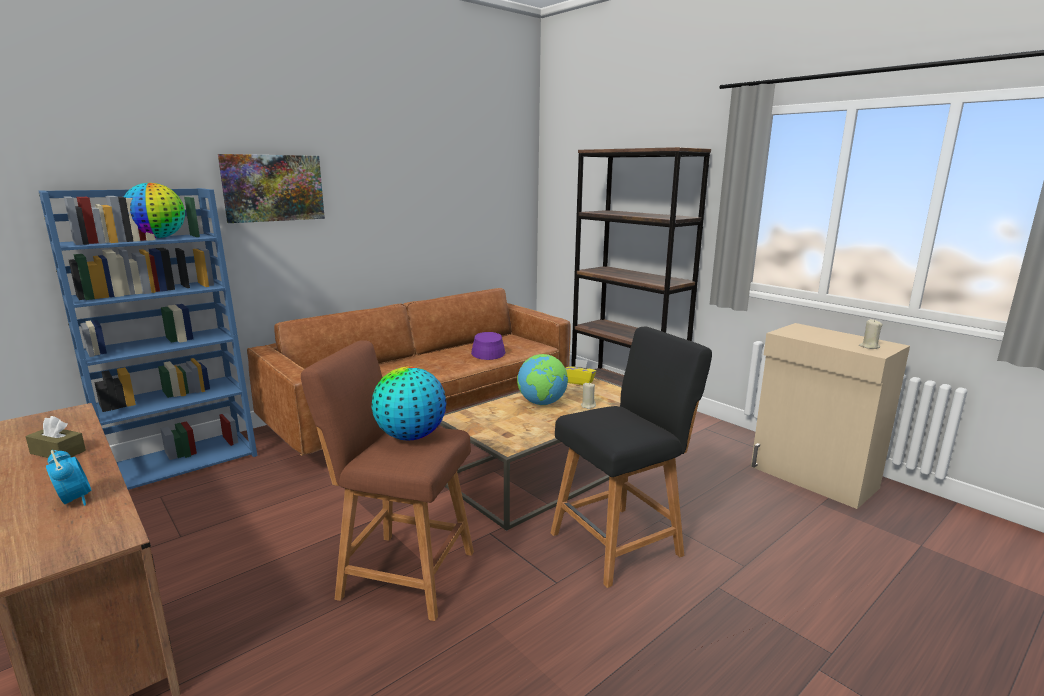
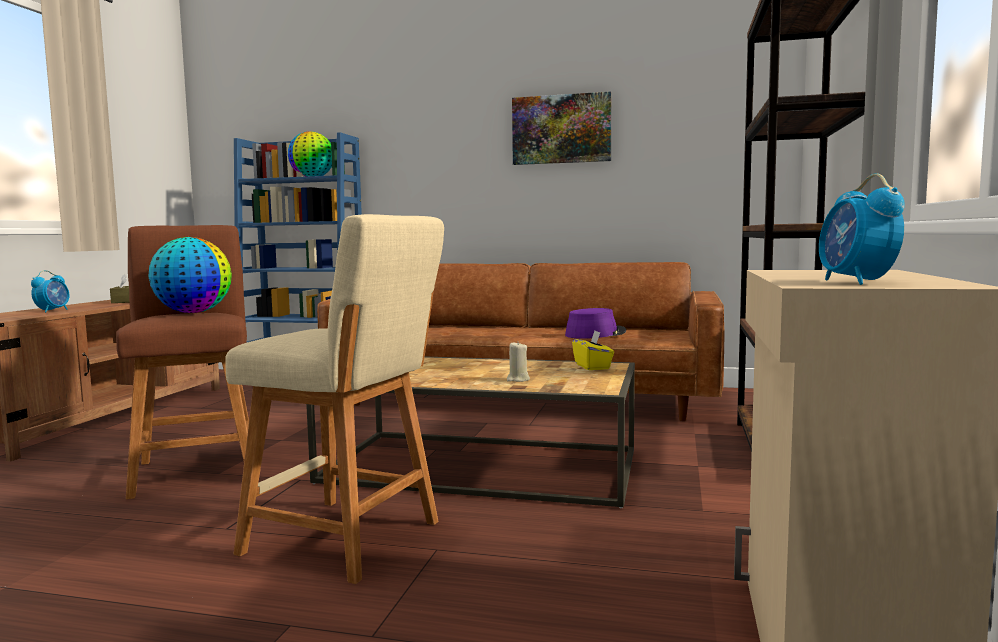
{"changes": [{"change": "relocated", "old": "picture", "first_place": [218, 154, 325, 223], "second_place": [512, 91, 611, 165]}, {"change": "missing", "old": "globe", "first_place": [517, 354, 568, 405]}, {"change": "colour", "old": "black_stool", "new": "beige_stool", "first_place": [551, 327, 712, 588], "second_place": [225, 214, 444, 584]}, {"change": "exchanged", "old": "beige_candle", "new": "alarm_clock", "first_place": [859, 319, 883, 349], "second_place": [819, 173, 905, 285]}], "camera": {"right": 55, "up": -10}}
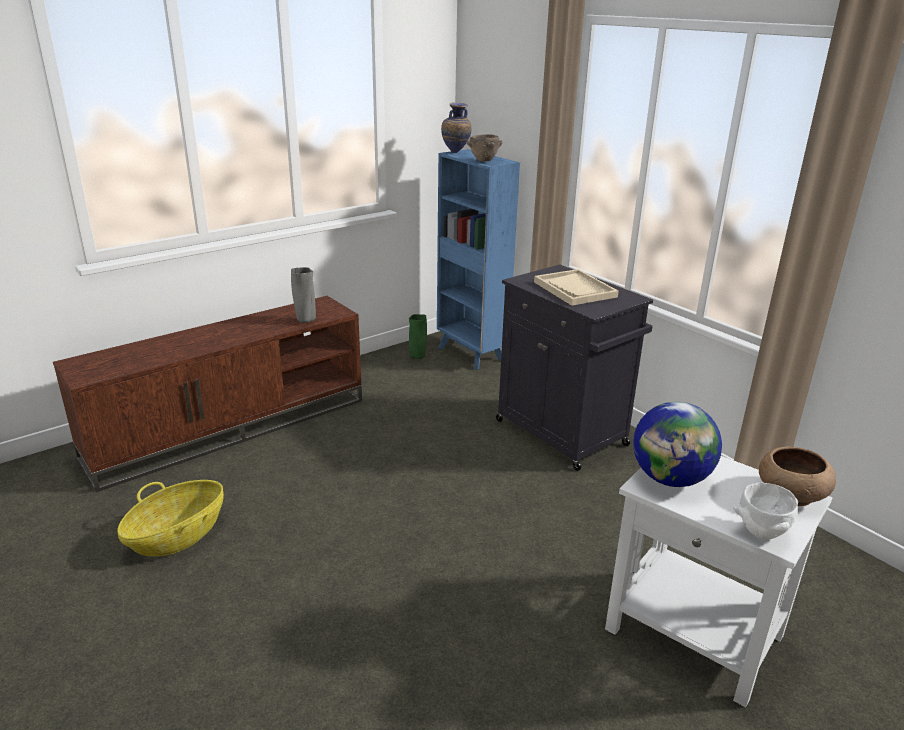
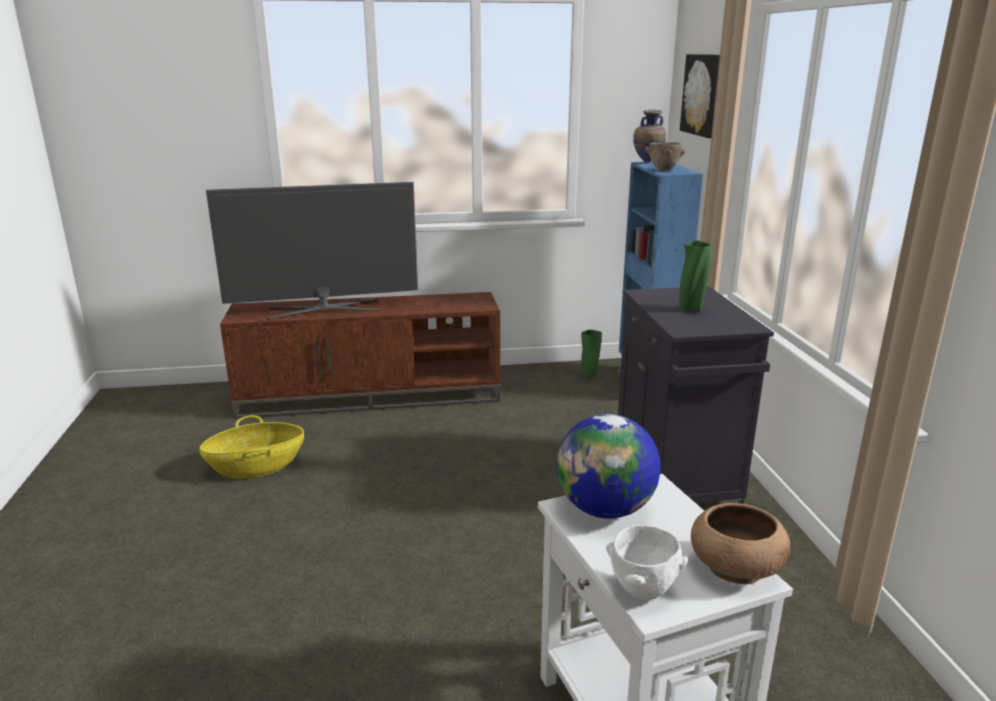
{"changes": [{"change": "missing", "old": "grey_vase", "first_place": [291, 267, 316, 323]}, {"change": "exchanged", "old": "beige_tray", "new": "green_vase", "first_place": [534, 269, 619, 306], "second_place": [679, 241, 712, 312]}, {"change": "appeared", "new": "television", "second_place": [206, 182, 418, 319]}, {"change": "appeared", "new": "picture", "second_place": [680, 54, 720, 138]}], "camera": {"right": 30, "up": -5}}
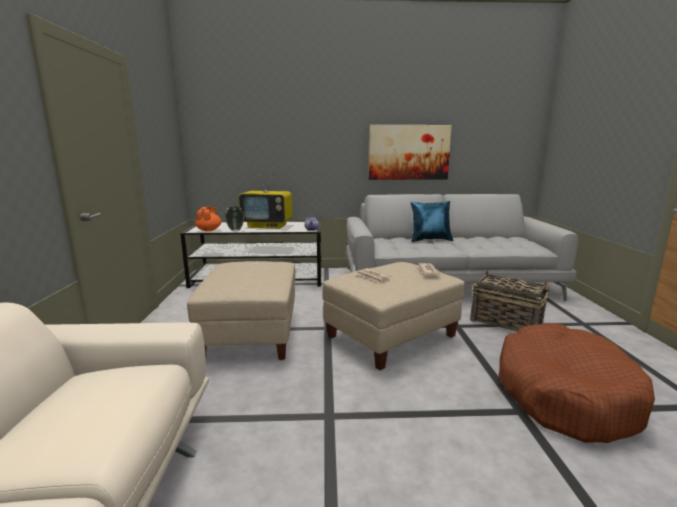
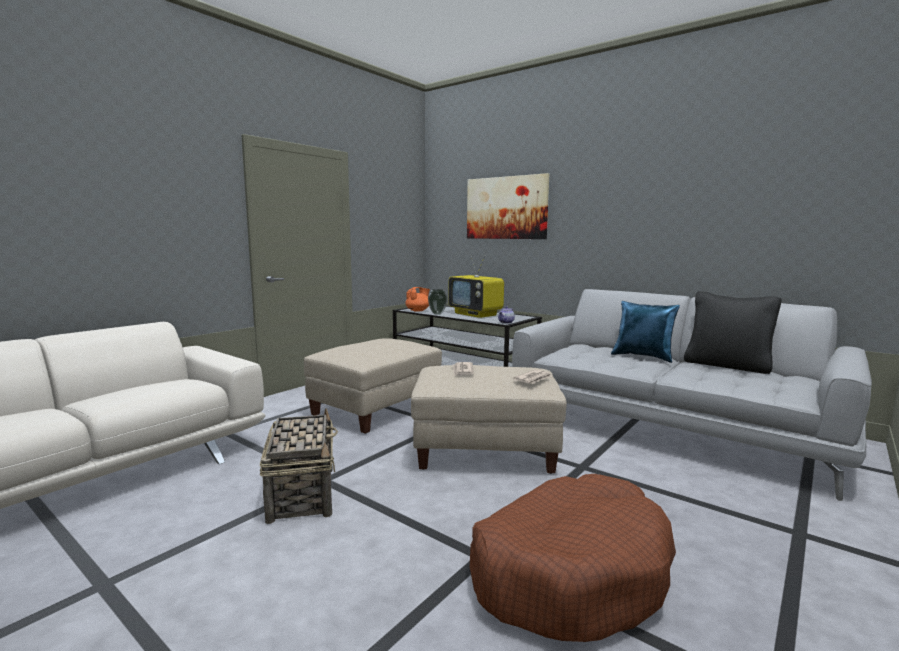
{"changes": [{"change": "relocated", "old": "picture", "first_place": [369, 125, 452, 180], "second_place": [467, 173, 549, 239]}, {"change": "relocated", "old": "basket", "first_place": [470, 270, 550, 331], "second_place": [260, 408, 338, 524]}, {"change": "appeared", "new": "black_pillow", "second_place": [684, 291, 782, 374]}], "camera": {"right": 40, "up": -5}}
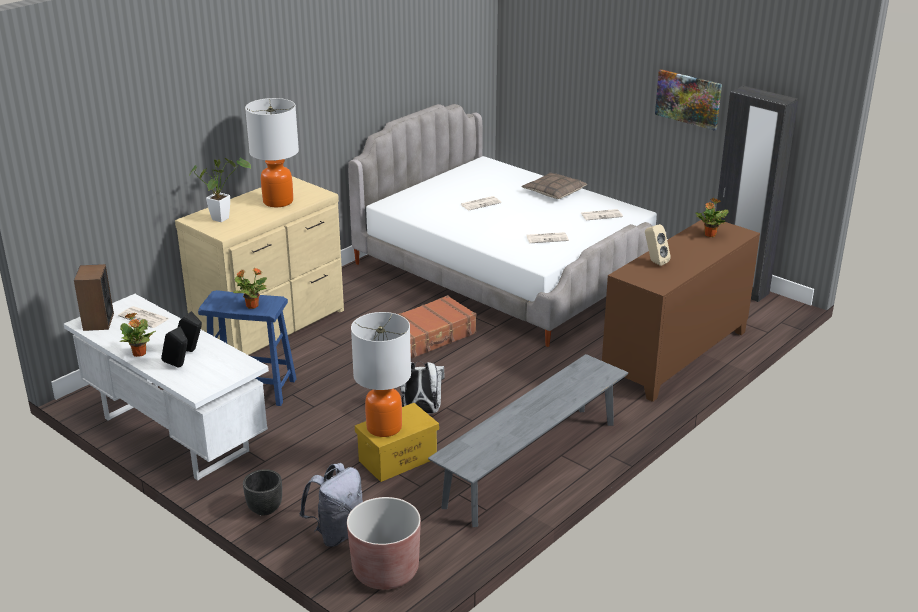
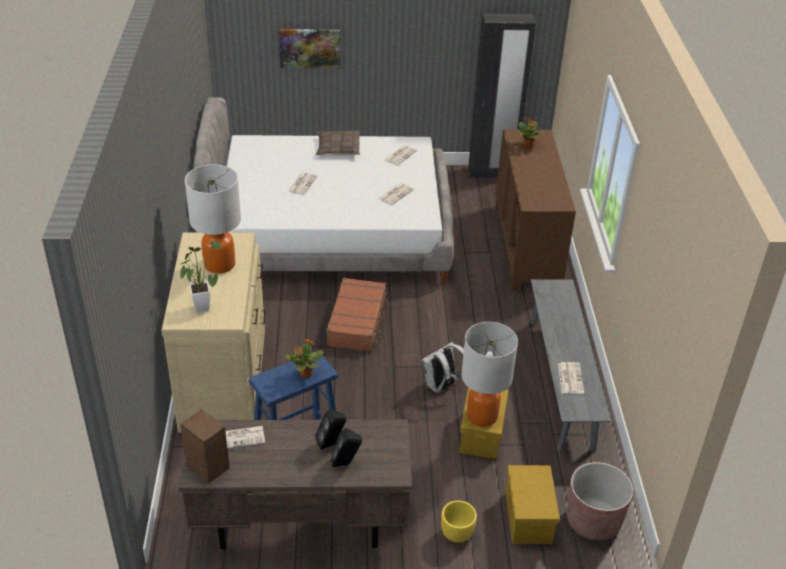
{"changes": [{"change": "colour", "old": "white_desk", "new": "brown_desk", "first_place": [64, 294, 269, 481], "second_place": [178, 419, 412, 549]}, {"change": "missing", "old": "potted_plant", "first_place": [120, 313, 156, 357]}, {"change": "colour", "old": "black_planter", "new": "yellow_planter", "first_place": [243, 469, 282, 516], "second_place": [441, 500, 477, 543]}, {"change": "exchanged", "old": "grey_backpack", "new": "yellow_storage_box", "first_place": [299, 463, 363, 547], "second_place": [506, 465, 560, 544]}, {"change": "missing", "old": "beige_speaker", "first_place": [645, 224, 671, 266]}, {"change": "relocated", "old": "picture", "first_place": [655, 69, 722, 131], "second_place": [279, 29, 341, 69]}, {"change": "appeared", "new": "newspaper", "second_place": [558, 362, 584, 394]}], "camera": {"right": -45, "up": 10}}
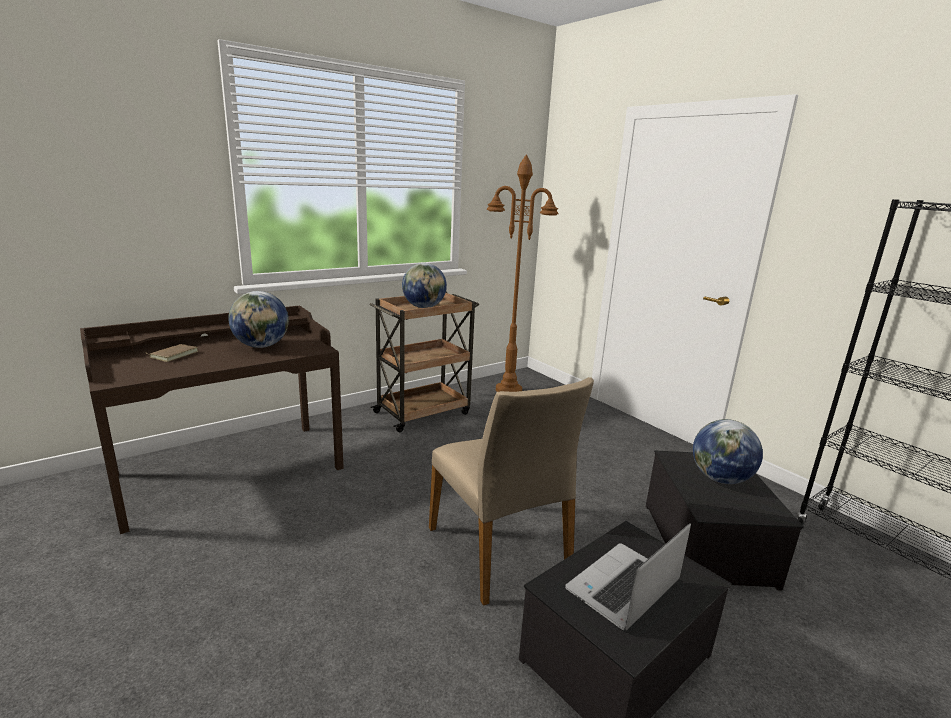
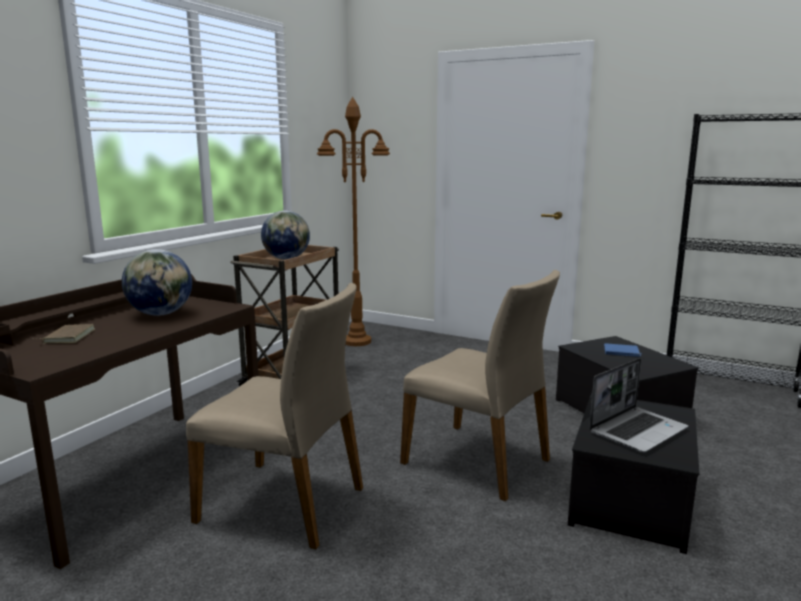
{"changes": [{"change": "spun", "old": "laptop", "first_place": [565, 523, 691, 631], "second_place": [589, 358, 688, 452], "degrees": -150}, {"change": "exchanged", "old": "globe", "new": "blue_book", "first_place": [693, 419, 763, 484], "second_place": [604, 343, 641, 357]}, {"change": "appeared", "new": "beige_chair", "second_place": [186, 283, 363, 549]}], "camera": {"right": -25, "up": -5}}
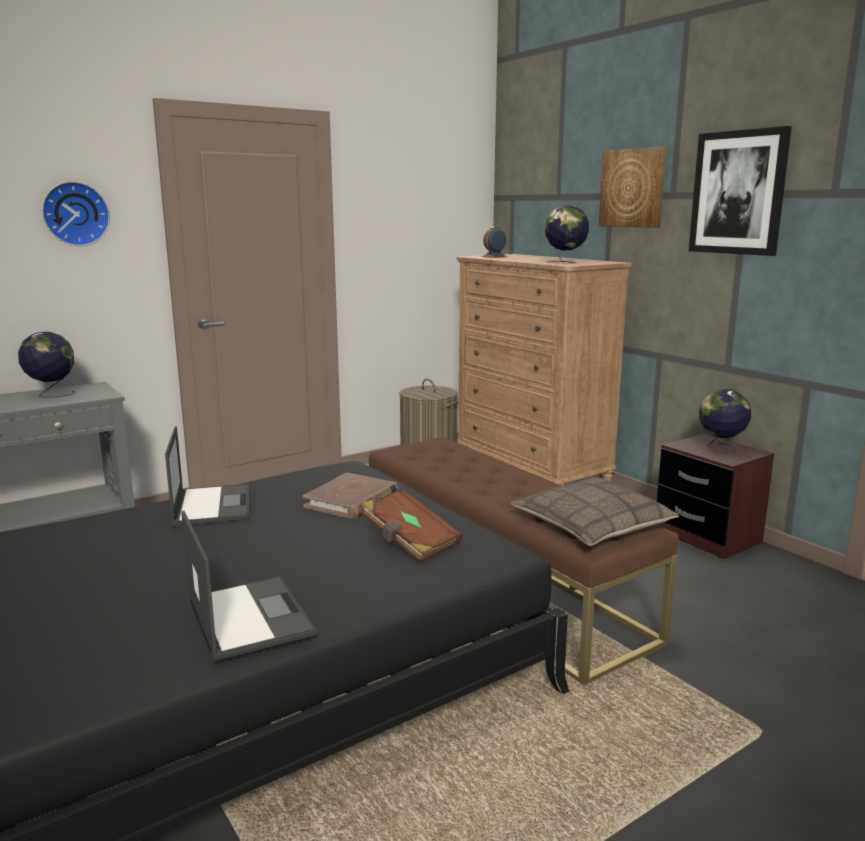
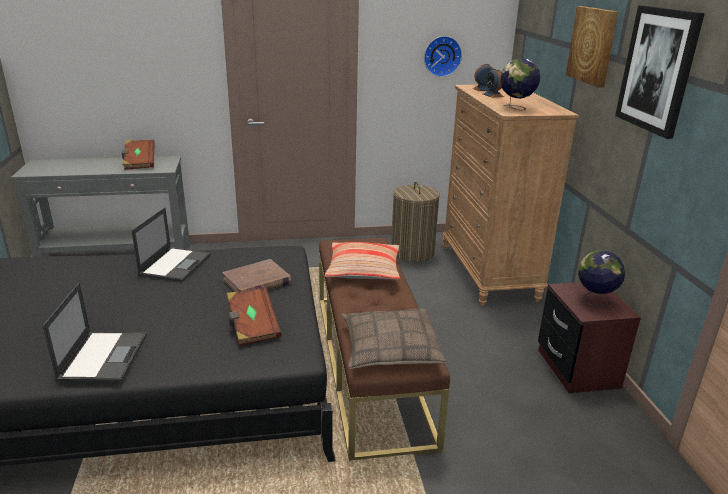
{"changes": [{"change": "exchanged", "old": "globe", "new": "brown_book", "first_place": [18, 332, 75, 398], "second_place": [122, 140, 155, 170]}, {"change": "relocated", "old": "wall_clock", "first_place": [42, 181, 110, 246], "second_place": [424, 36, 462, 77]}, {"change": "appeared", "new": "pillow", "second_place": [325, 242, 400, 280]}, {"change": "appeared", "new": "alarm_clock", "second_place": [482, 68, 504, 98]}], "camera": {"right": 25, "up": 10}}
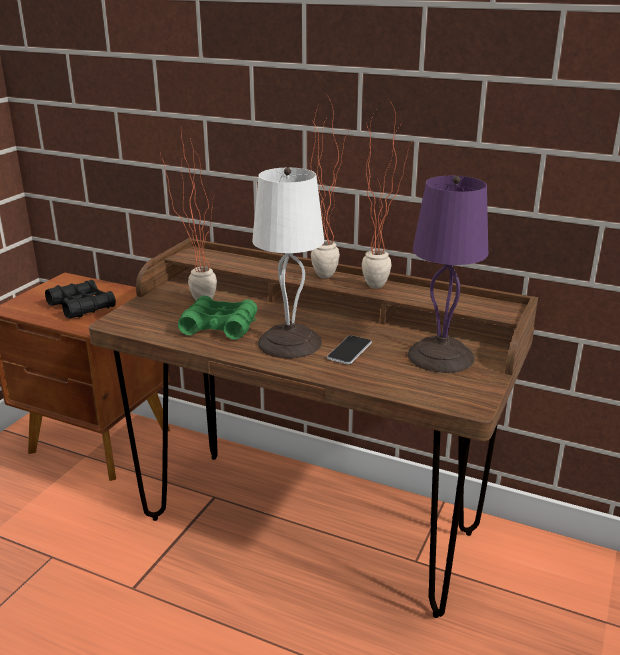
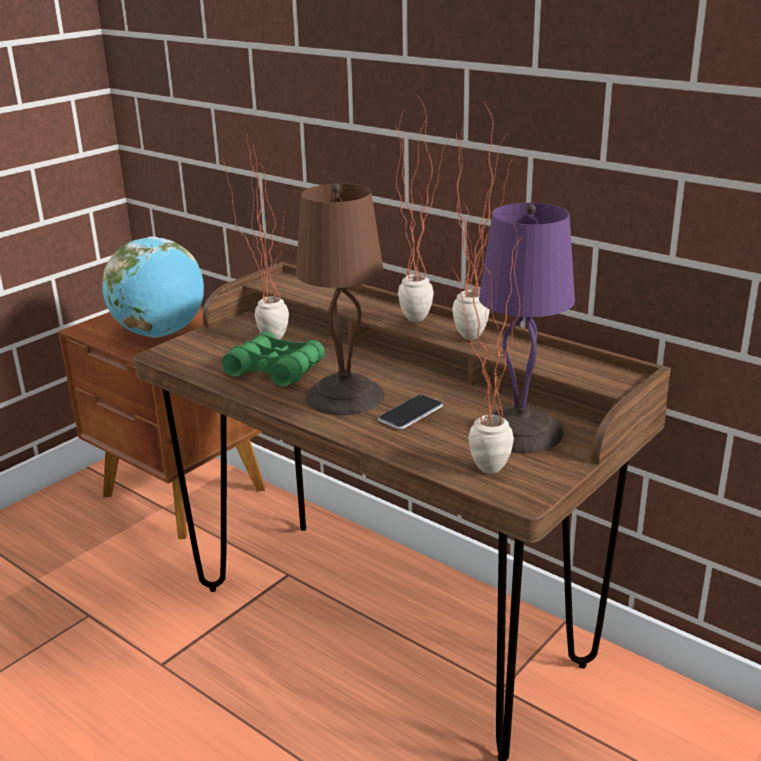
{"changes": [{"change": "exchanged", "old": "black_binoculars", "new": "globe", "first_place": [45, 280, 116, 319], "second_place": [102, 236, 204, 337]}, {"change": "colour", "old": "white_table_lamp", "new": "brown_table_lamp", "first_place": [252, 168, 324, 358], "second_place": [296, 184, 384, 415]}, {"change": "appeared", "new": "potted_plant", "second_place": [452, 209, 523, 474]}], "camera": {"right": 15, "up": 0}}
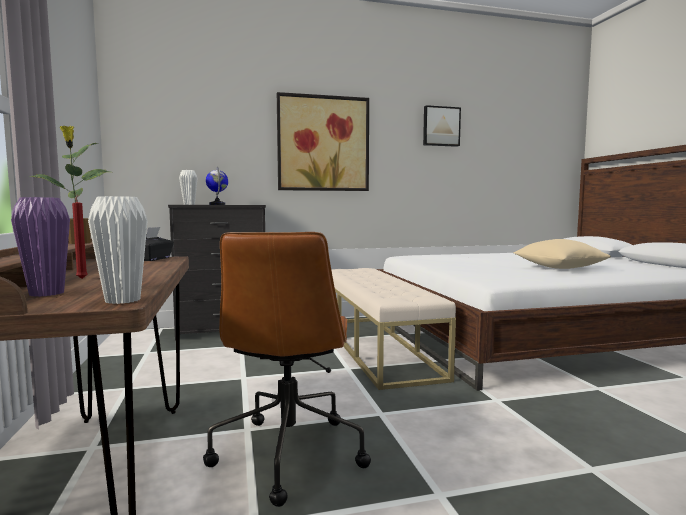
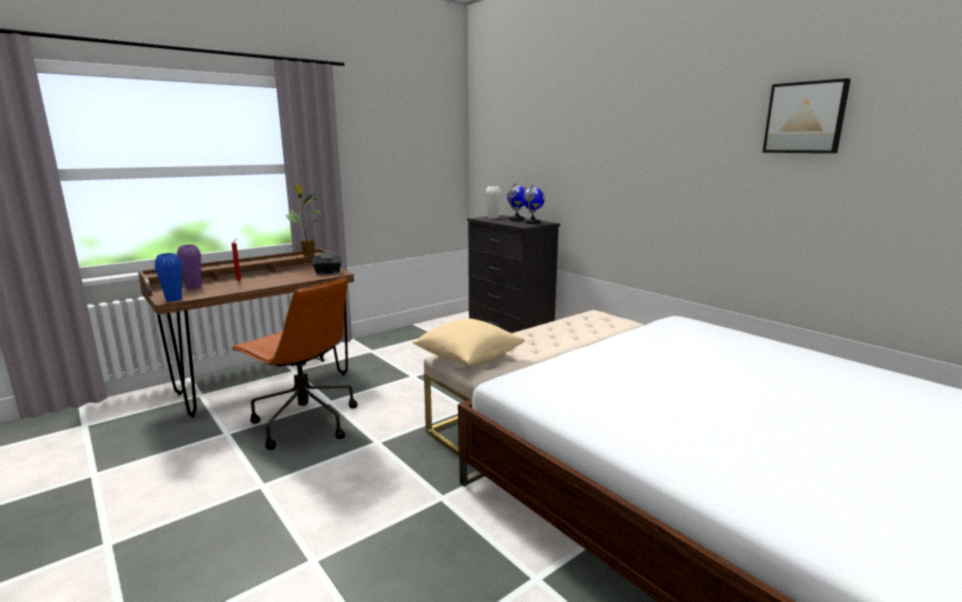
{"changes": [{"change": "colour", "old": "white_vase", "new": "blue_vase", "first_place": [88, 196, 148, 304], "second_place": [155, 253, 182, 301]}, {"change": "spun", "old": "brown_office_chair", "first_place": [203, 232, 371, 507], "second_place": [230, 277, 358, 450], "degrees": -120}, {"change": "missing", "old": "picture", "first_place": [277, 92, 369, 191]}, {"change": "relocated", "old": "beige_pillow", "first_place": [514, 239, 611, 269], "second_place": [412, 318, 525, 366]}, {"change": "appeared", "new": "globe", "second_place": [522, 185, 545, 224]}], "camera": {"right": 65, "up": 10}}
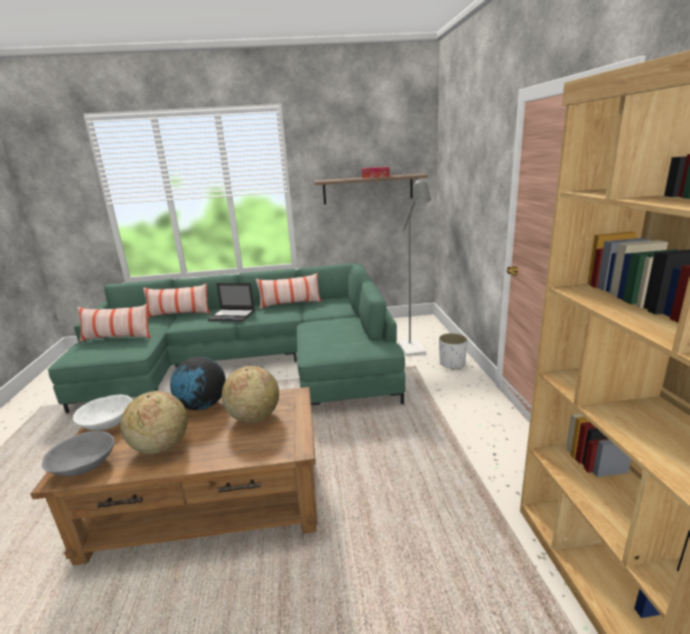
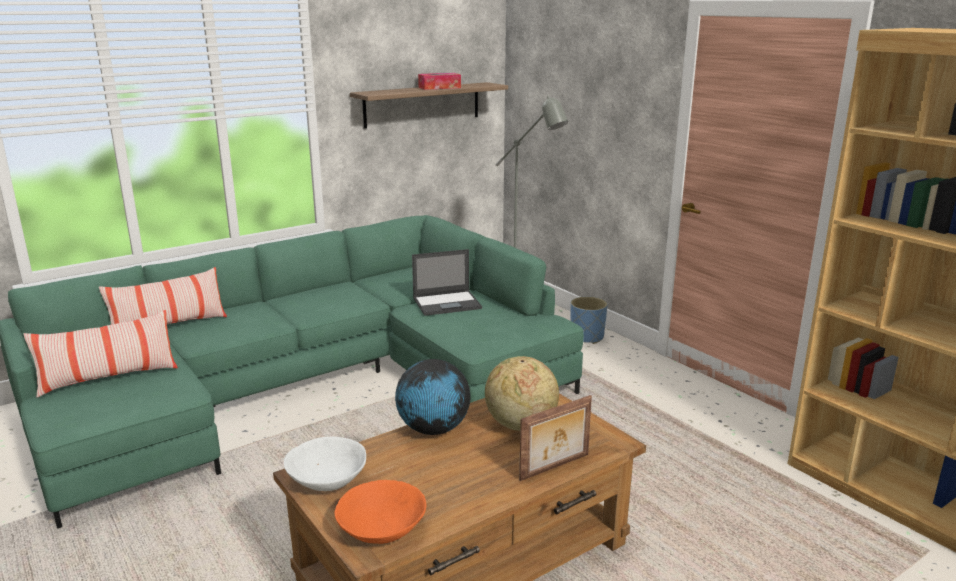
{"changes": [{"change": "colour", "old": "grey_bowl", "new": "orange_bowl", "first_place": [42, 431, 114, 476], "second_place": [334, 480, 426, 544]}, {"change": "missing", "old": "globe", "first_place": [120, 391, 188, 454]}, {"change": "relocated", "old": "laptop", "first_place": [208, 283, 255, 322], "second_place": [412, 249, 482, 316]}, {"change": "missing", "old": "pillow", "first_place": [256, 273, 322, 309]}, {"change": "colour", "old": "white_planter", "new": "blue_planter", "first_place": [439, 333, 468, 370], "second_place": [571, 297, 608, 344]}, {"change": "appeared", "new": "picture_frame", "second_place": [519, 395, 592, 481]}], "camera": {"right": -30, "up": 0}}
